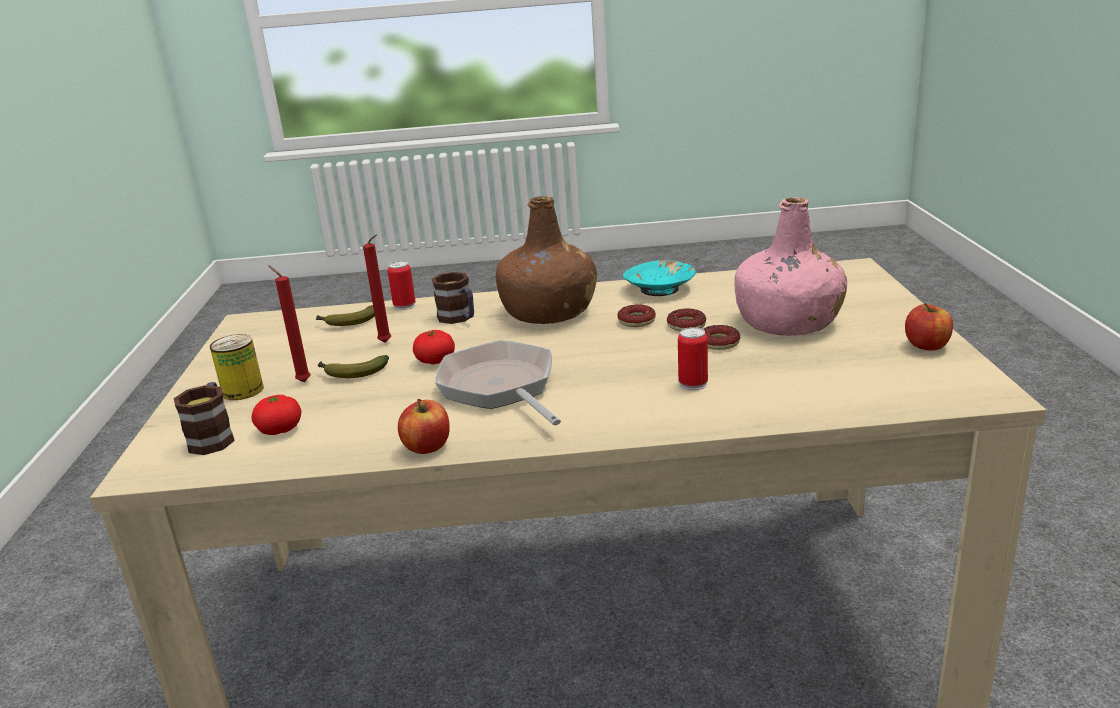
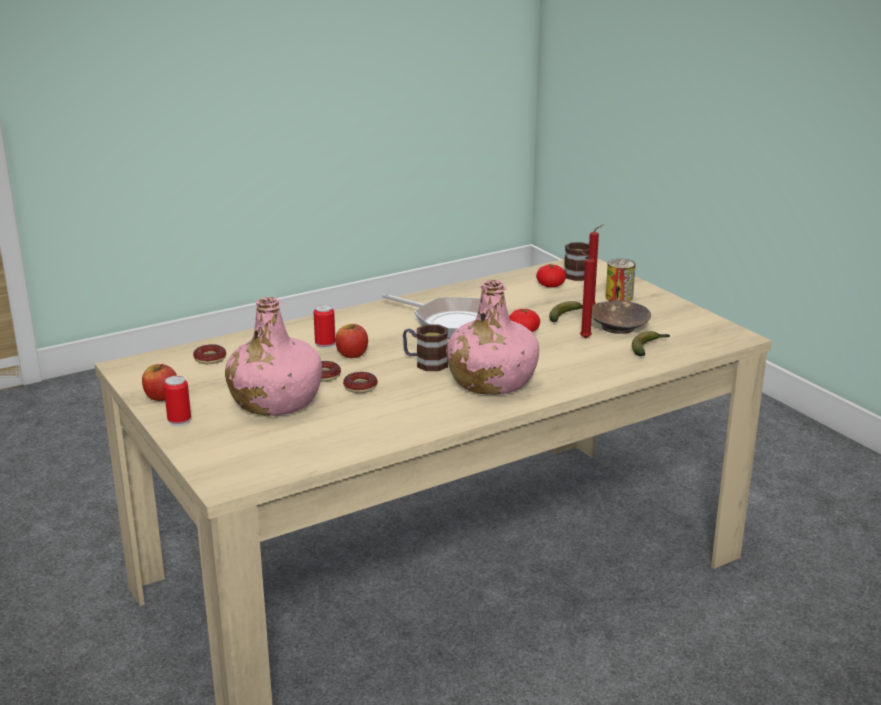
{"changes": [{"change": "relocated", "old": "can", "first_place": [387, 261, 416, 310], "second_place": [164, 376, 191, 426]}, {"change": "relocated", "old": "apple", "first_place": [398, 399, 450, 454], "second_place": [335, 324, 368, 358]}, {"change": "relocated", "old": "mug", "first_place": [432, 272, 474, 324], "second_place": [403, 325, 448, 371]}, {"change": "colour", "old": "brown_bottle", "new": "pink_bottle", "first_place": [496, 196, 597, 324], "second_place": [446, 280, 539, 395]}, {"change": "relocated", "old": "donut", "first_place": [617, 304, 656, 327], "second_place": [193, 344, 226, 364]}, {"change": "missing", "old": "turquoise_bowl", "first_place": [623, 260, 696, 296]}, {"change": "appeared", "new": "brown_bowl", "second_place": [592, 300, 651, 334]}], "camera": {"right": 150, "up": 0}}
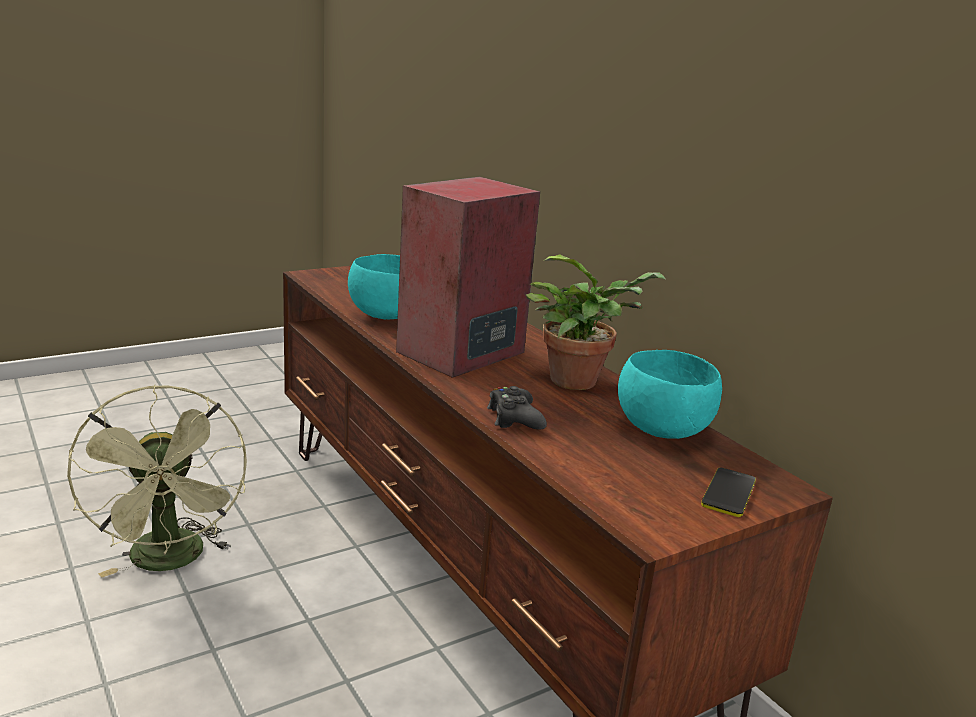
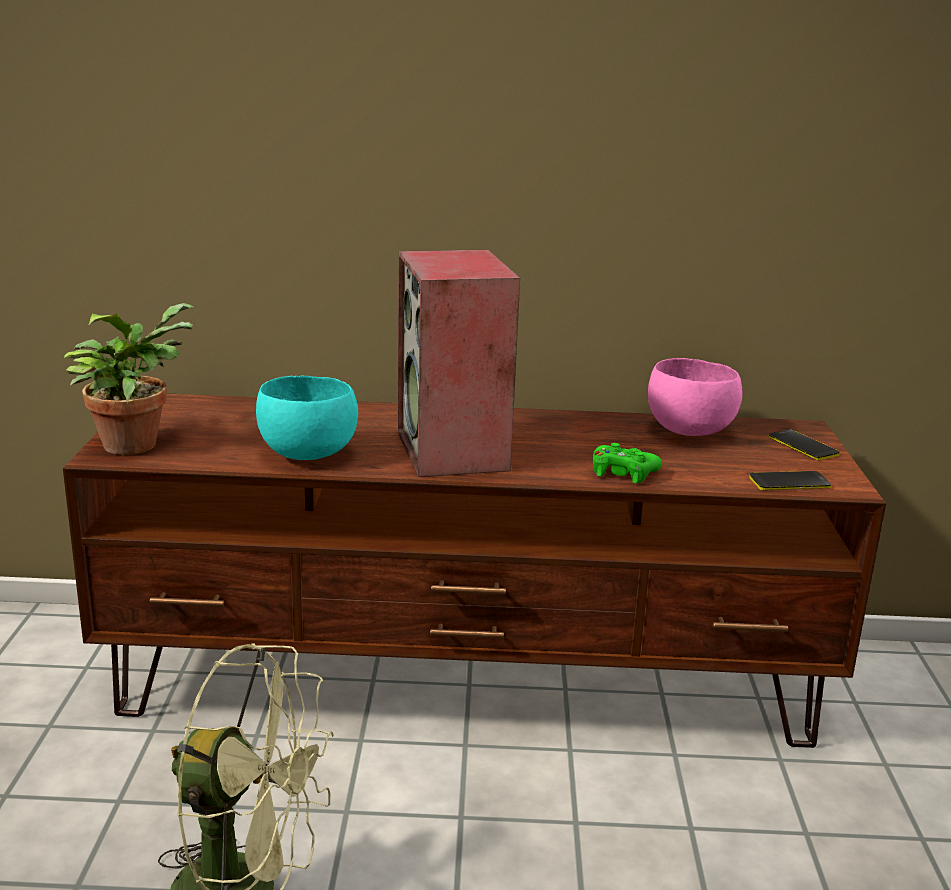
{"changes": [{"change": "colour", "old": "black_game_controller", "new": "green_game_controller", "first_place": [487, 386, 547, 430], "second_place": [593, 443, 662, 483]}, {"change": "relocated", "old": "potted_plant", "first_place": [526, 254, 666, 390], "second_place": [64, 303, 195, 455]}, {"change": "colour", "old": "turquoise_bowl", "new": "pink_bowl", "first_place": [618, 350, 722, 439], "second_place": [648, 358, 743, 436]}, {"change": "appeared", "new": "phone", "second_place": [749, 471, 831, 490]}], "camera": {"right": -55, "up": 0}}
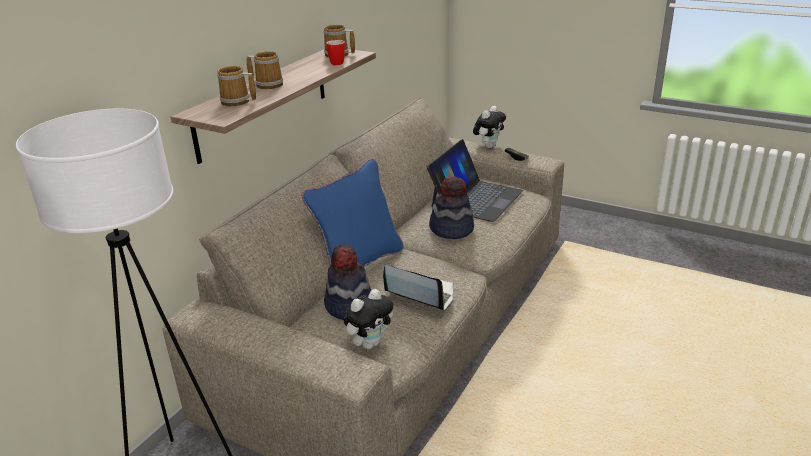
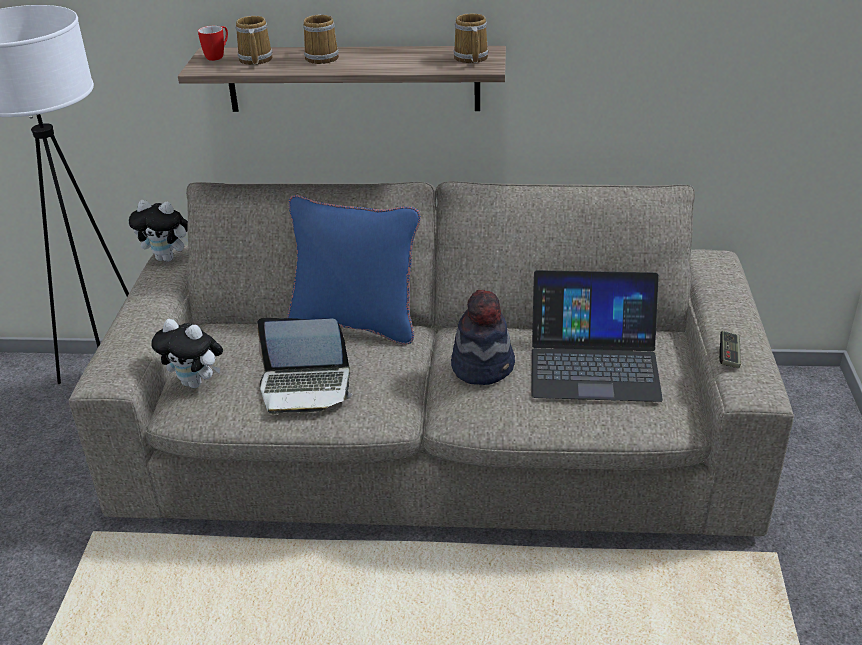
{"changes": [{"change": "missing", "old": "hat", "first_place": [324, 244, 371, 320]}, {"change": "relocated", "old": "mug", "first_place": [326, 40, 345, 65], "second_place": [198, 26, 228, 61]}, {"change": "spun", "old": "laptop", "first_place": [383, 265, 454, 311], "second_place": [257, 318, 352, 414], "degrees": 90}, {"change": "relocated", "old": "plush_toy", "first_place": [473, 106, 506, 148], "second_place": [128, 200, 188, 262]}], "camera": {"right": 65, "up": 5}}
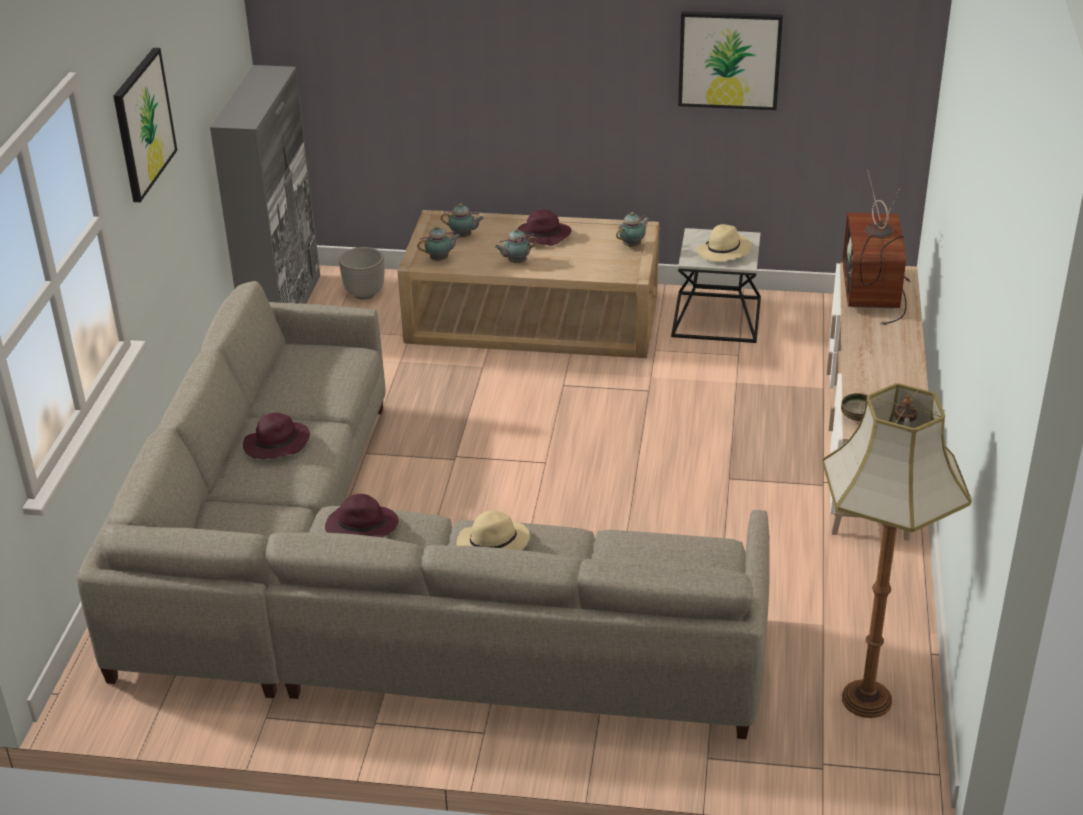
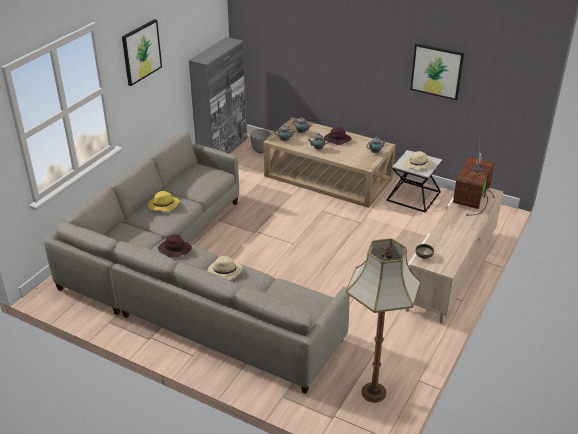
{"changes": [{"change": "colour", "old": "purple_hat", "new": "yellow_hat", "first_place": [243, 413, 310, 459], "second_place": [148, 191, 179, 211]}], "camera": {"right": 20, "up": 0}}
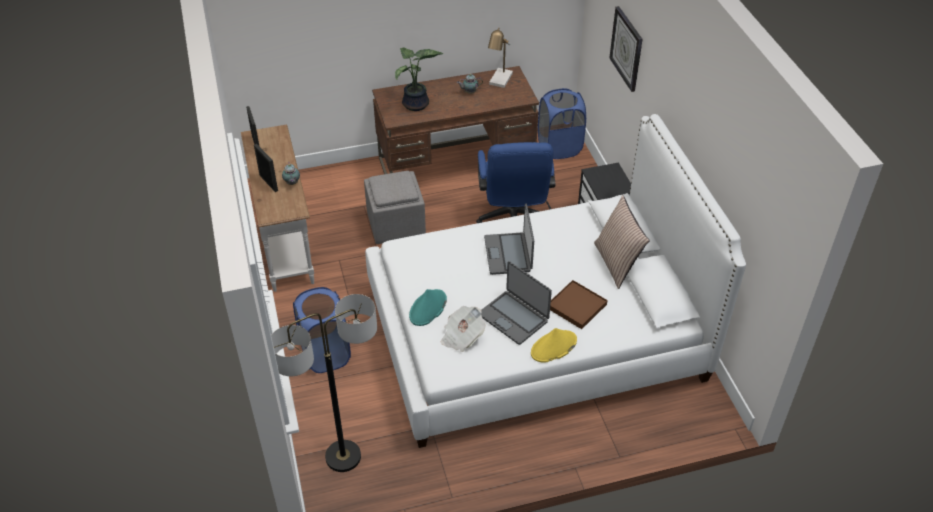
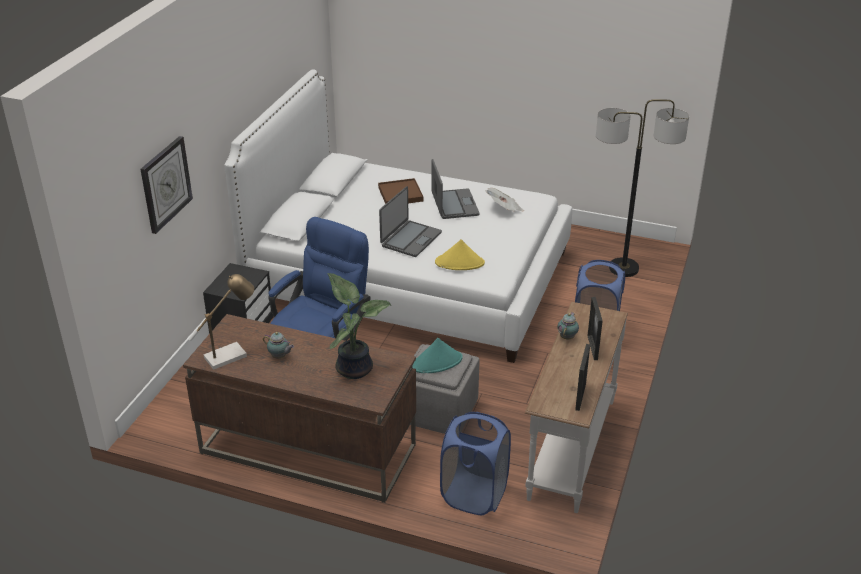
{"changes": [{"change": "relocated", "old": "turquoise_hat", "first_place": [409, 289, 447, 326], "second_place": [413, 338, 463, 373]}, {"change": "relocated", "old": "yellow_hat", "first_place": [531, 328, 577, 362], "second_place": [435, 239, 485, 270]}, {"change": "relocated", "old": "blue_laundry_basket", "first_place": [538, 88, 586, 159], "second_place": [440, 412, 511, 515]}, {"change": "missing", "old": "pillow", "first_place": [594, 195, 650, 289]}], "camera": {"right": -145, "up": -10}}
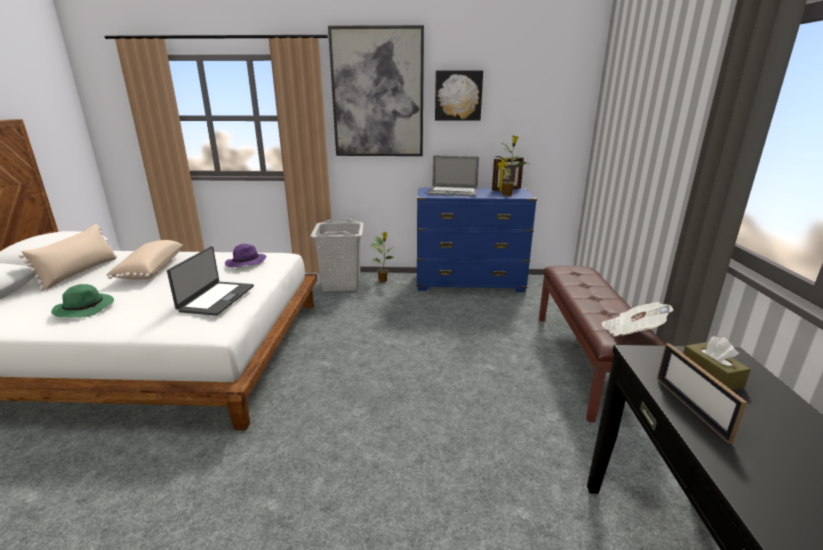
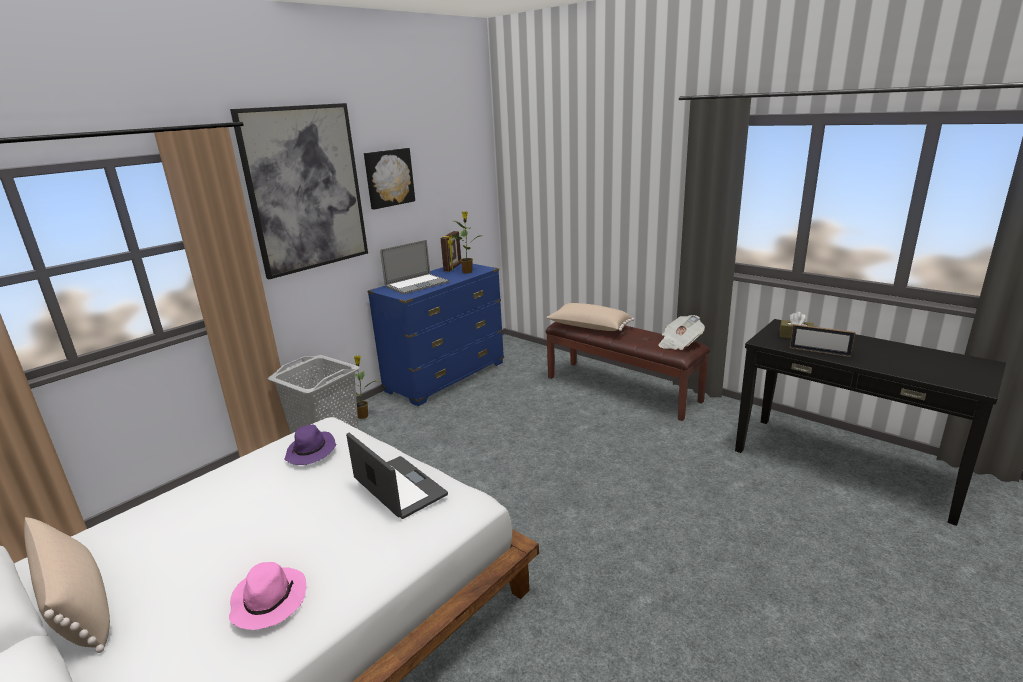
{"changes": [{"change": "colour", "old": "green_hat", "new": "pink_hat", "first_place": [51, 284, 114, 318], "second_place": [229, 562, 306, 630]}, {"change": "relocated", "old": "beige_pillow", "first_place": [106, 240, 183, 279], "second_place": [547, 303, 634, 331]}], "camera": {"right": -50, "up": 0}}
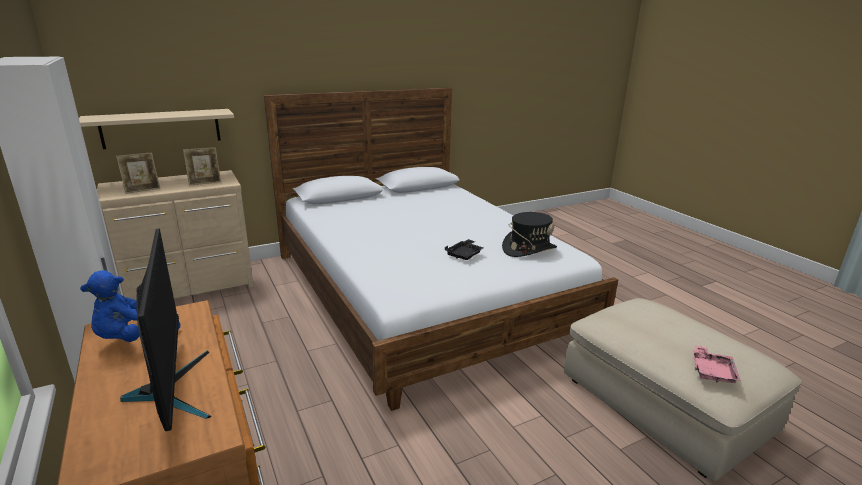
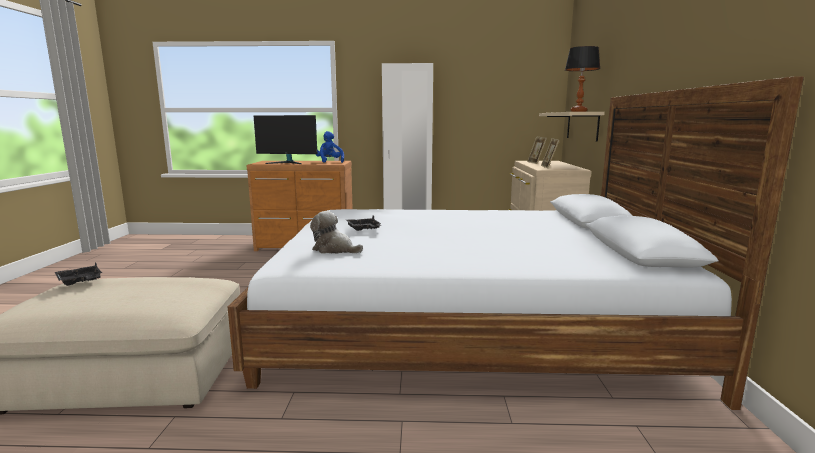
{"changes": [{"change": "exchanged", "old": "black_hat", "new": "plush_toy", "first_place": [502, 212, 557, 257], "second_place": [310, 211, 363, 254]}, {"change": "colour", "old": "pink_tray", "new": "black_tray", "first_place": [693, 345, 741, 383], "second_place": [55, 262, 102, 286]}, {"change": "appeared", "new": "table_lamp", "second_place": [565, 46, 600, 112]}], "camera": {"right": 120, "up": -10}}
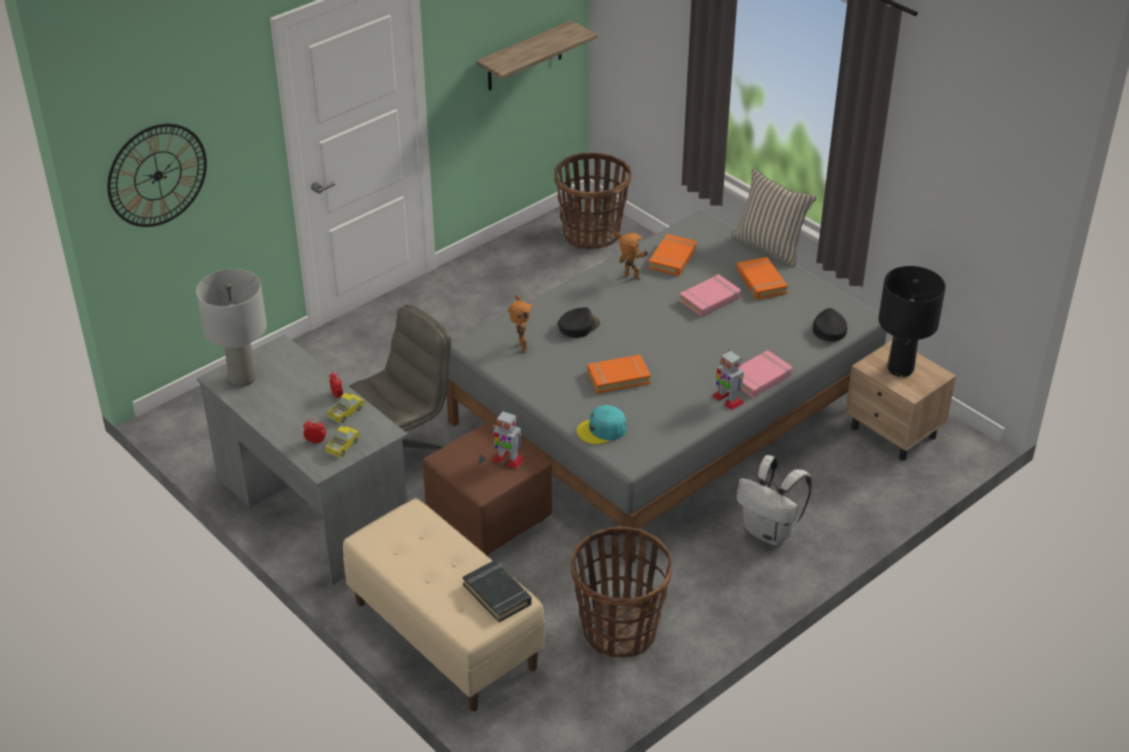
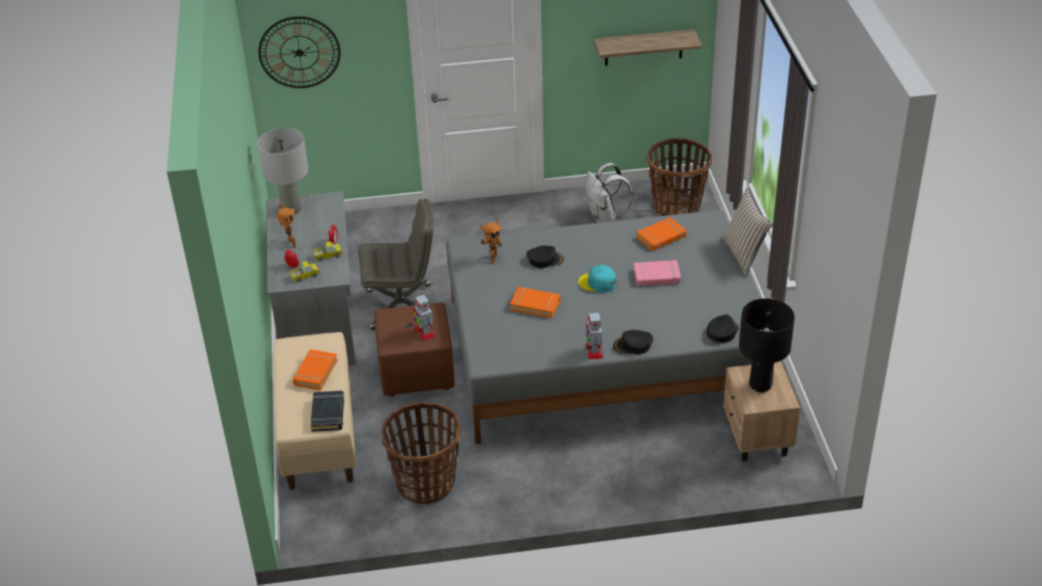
{"changes": [{"change": "relocated", "old": "turquoise_cap", "first_place": [577, 405, 627, 444], "second_place": [578, 265, 616, 293]}, {"change": "relocated", "old": "toy_robot", "first_place": [613, 232, 649, 280], "second_place": [277, 204, 296, 248]}, {"change": "relocated", "old": "white_backpack", "first_place": [736, 455, 812, 546], "second_place": [586, 163, 633, 223]}, {"change": "relocated", "old": "orange_book", "first_place": [737, 257, 788, 300], "second_place": [293, 349, 338, 390]}, {"change": "exchanged", "old": "pink_book", "new": "black_cap", "first_place": [738, 350, 792, 397], "second_place": [613, 330, 653, 354]}], "camera": {"right": 35, "up": 0}}
